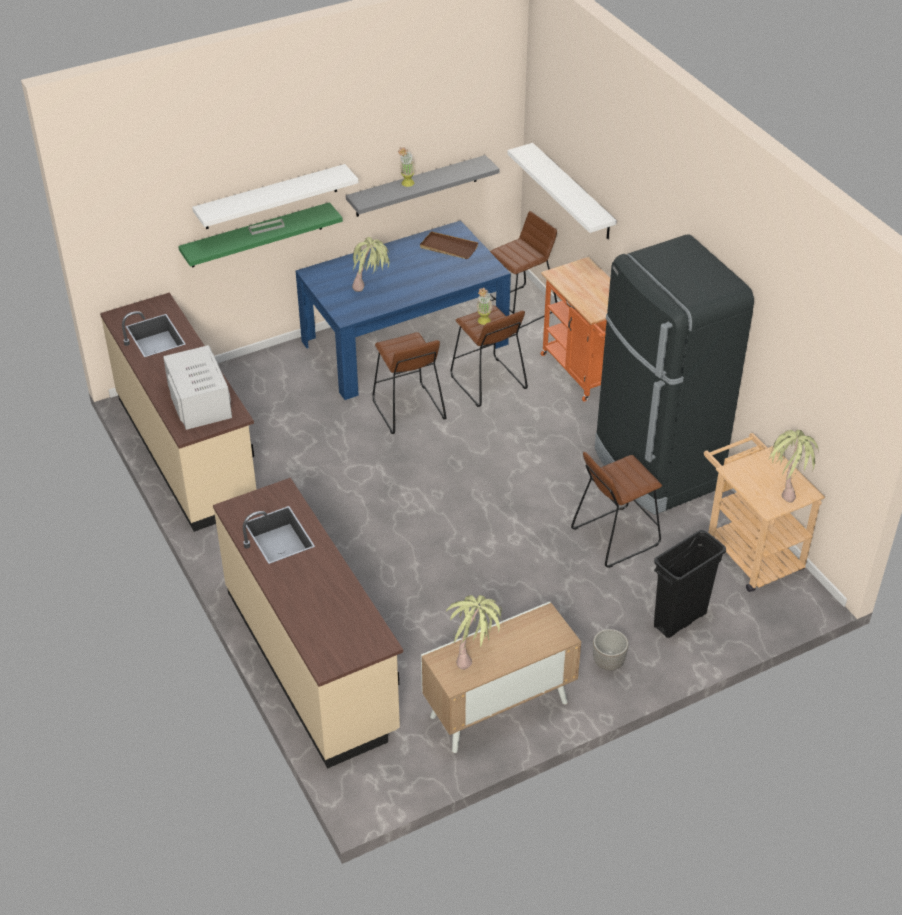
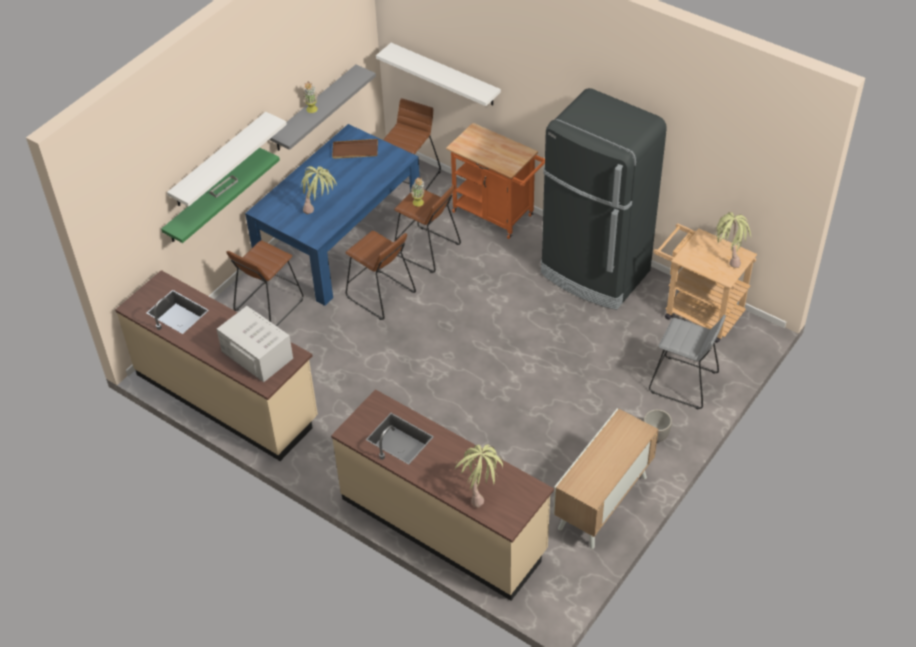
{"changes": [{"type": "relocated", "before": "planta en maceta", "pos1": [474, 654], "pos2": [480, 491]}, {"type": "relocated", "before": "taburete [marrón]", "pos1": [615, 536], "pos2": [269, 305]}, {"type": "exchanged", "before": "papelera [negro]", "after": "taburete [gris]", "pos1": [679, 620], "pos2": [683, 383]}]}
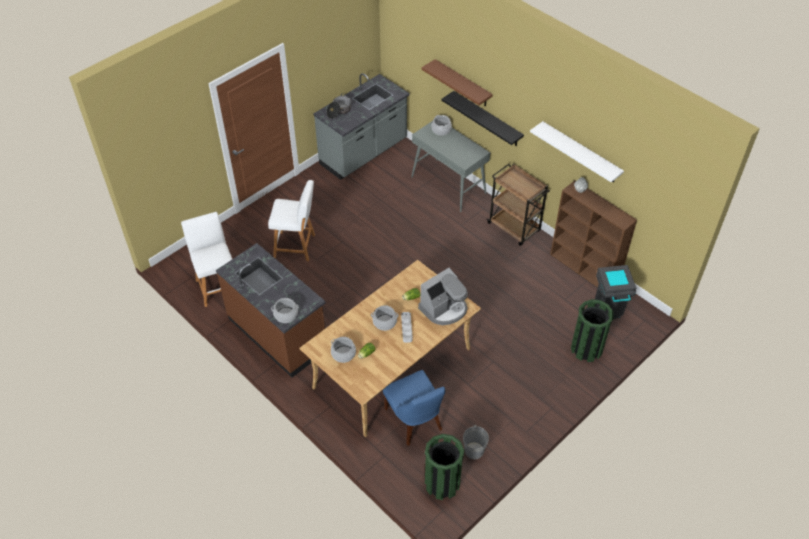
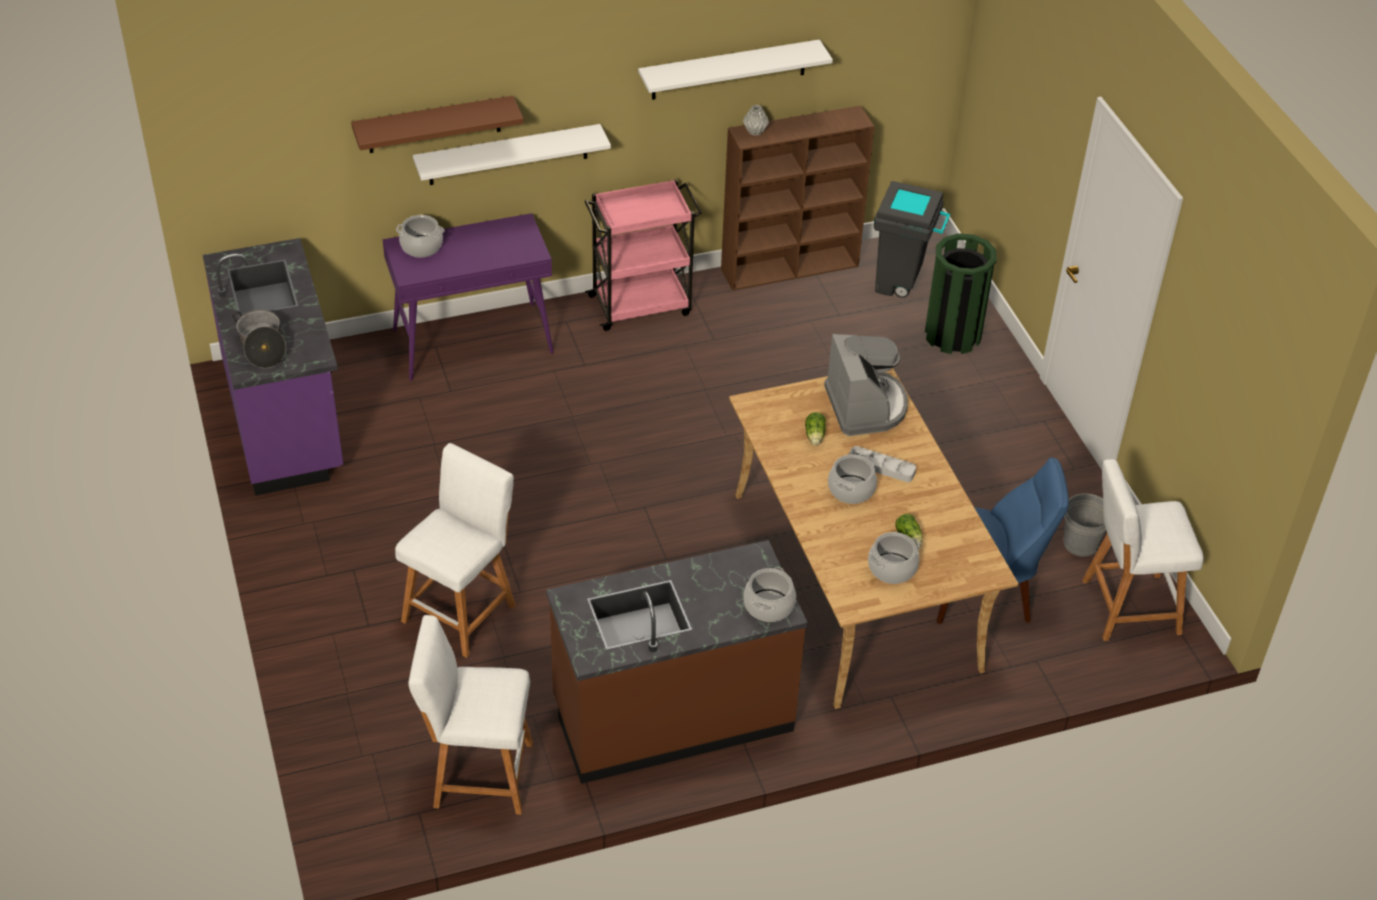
{"changes": [{"type": "exchanged", "before": "papelera [verde]", "after": "taburete [blanco]", "pos1": [442, 483], "pos2": [1125, 607]}, {"type": "colour", "before": "mueble bajo de cocina [gris]", "after": "mueble bajo de cocina [morado]", "pos1": [364, 153], "pos2": [286, 420]}, {"type": "colour", "before": "mesa consola [gris]", "after": "mesa consola [morado]", "pos1": [449, 185], "pos2": [473, 341]}, {"type": "colour", "before": "estante [negro]", "after": "estante [blanco]", "pos1": [487, 119], "pos2": [508, 155]}, {"type": "colour", "before": "carrito [marrón]", "after": "carrito [rosa]", "pos1": [514, 228], "pos2": [642, 305]}]}
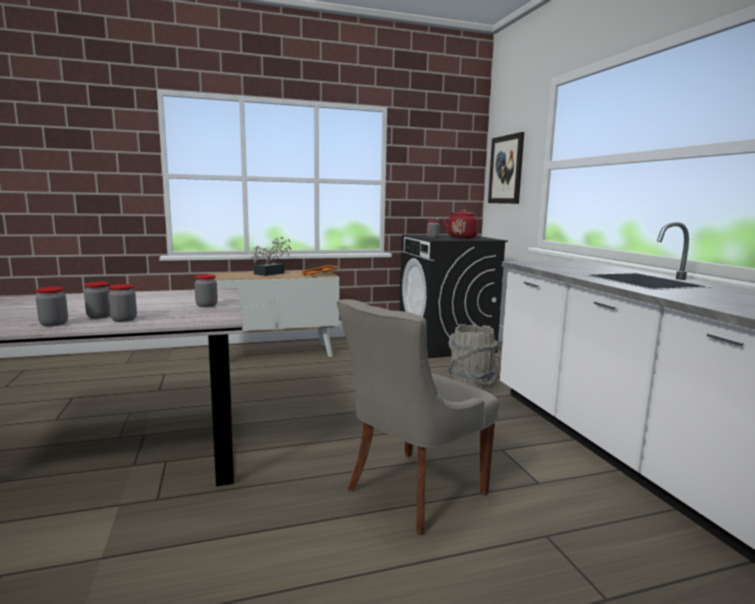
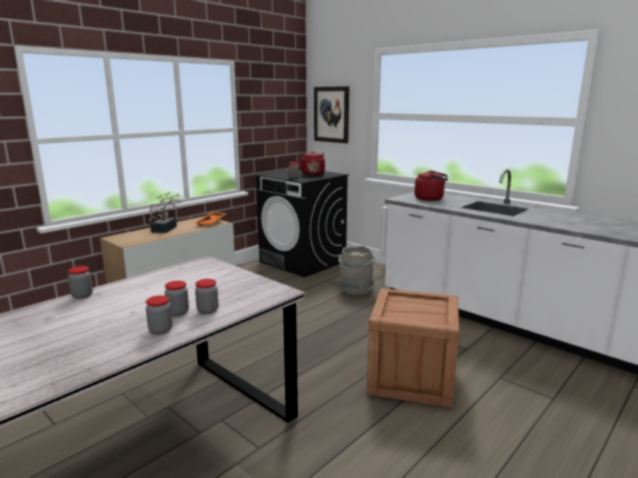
{"changes": [{"type": "appeared", "after": "hervidor [rojo]", "pos2": [431, 199]}, {"type": "relocated", "before": "tarro", "pos1": [206, 305], "pos2": [82, 295]}, {"type": "exchanged", "before": "silla [gris]", "after": "caja de embalaje", "pos1": [412, 491], "pos2": [411, 378]}]}
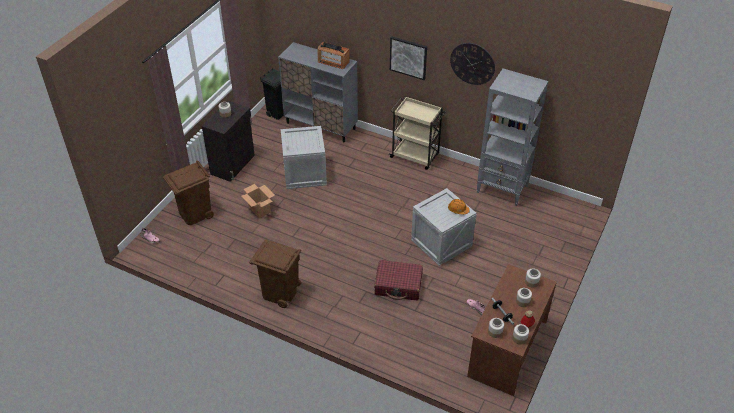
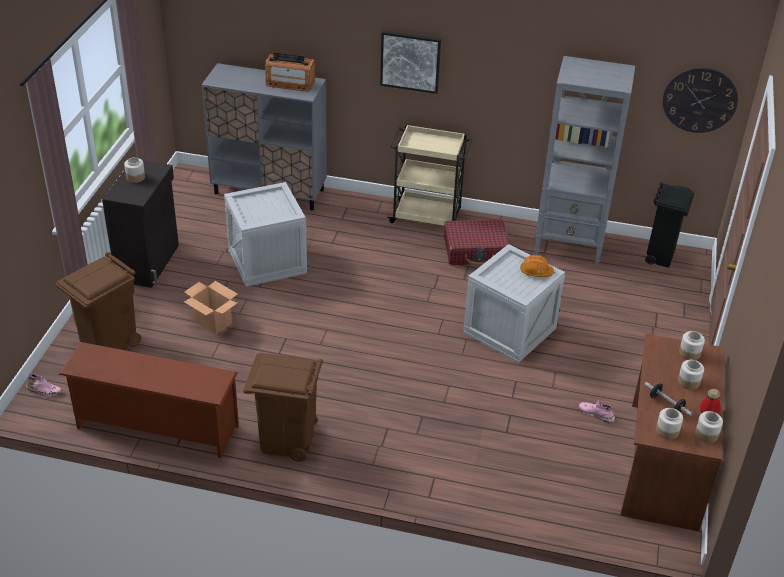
{"changes": [{"type": "appeared", "after": "zapatero [marrón]", "pos2": [156, 428]}, {"type": "relocated", "before": "papelera [negro]", "pos1": [277, 113], "pos2": [660, 257]}, {"type": "relocated", "before": "maleta [rojo]", "pos1": [398, 285], "pos2": [476, 251]}, {"type": "relocated", "before": "reloj de pared", "pos1": [472, 63], "pos2": [700, 100]}]}
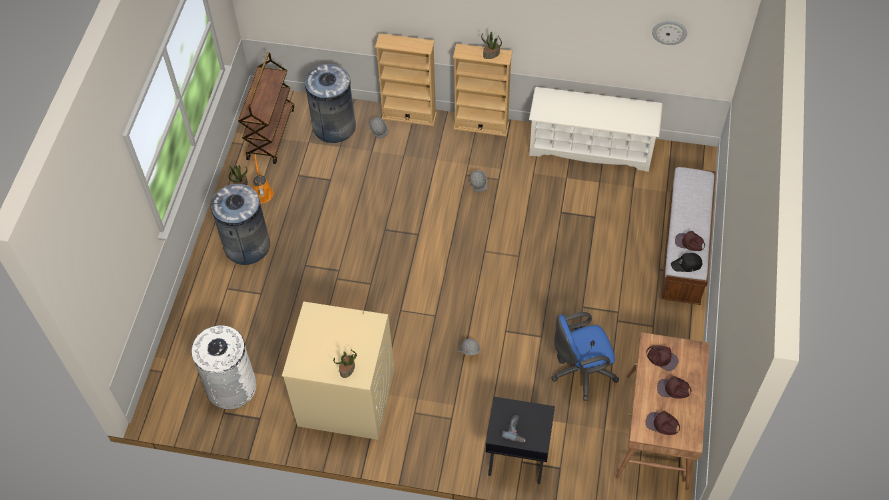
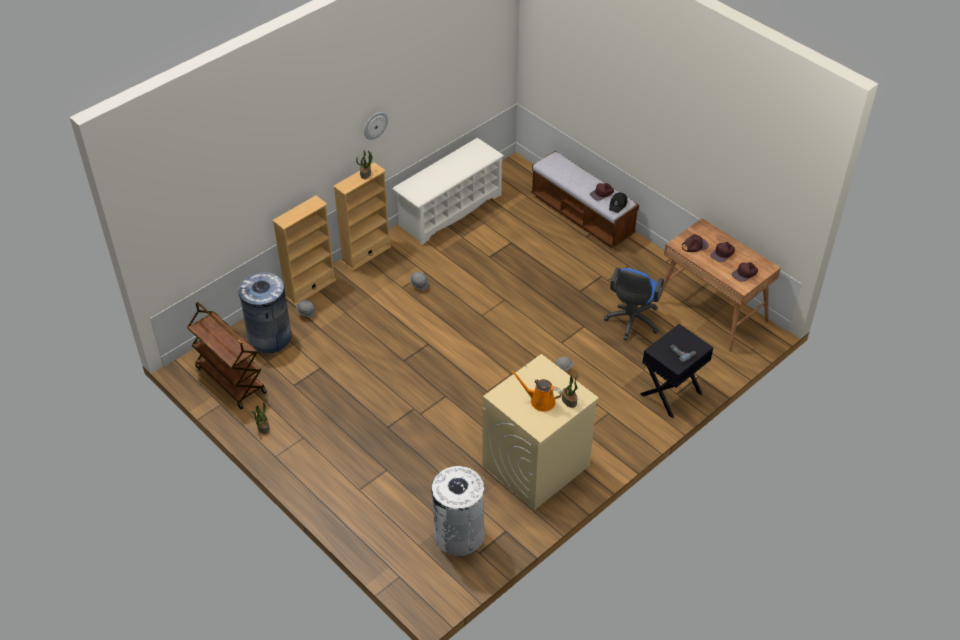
{"changes": [{"type": "missing", "before": "papelera [gris]", "pos1": [247, 246]}, {"type": "relocated", "before": "regadera [naranja]", "pos1": [262, 192], "pos2": [540, 401]}, {"type": "relocated", "before": "reloj de pared", "pos1": [669, 32], "pos2": [375, 125]}]}
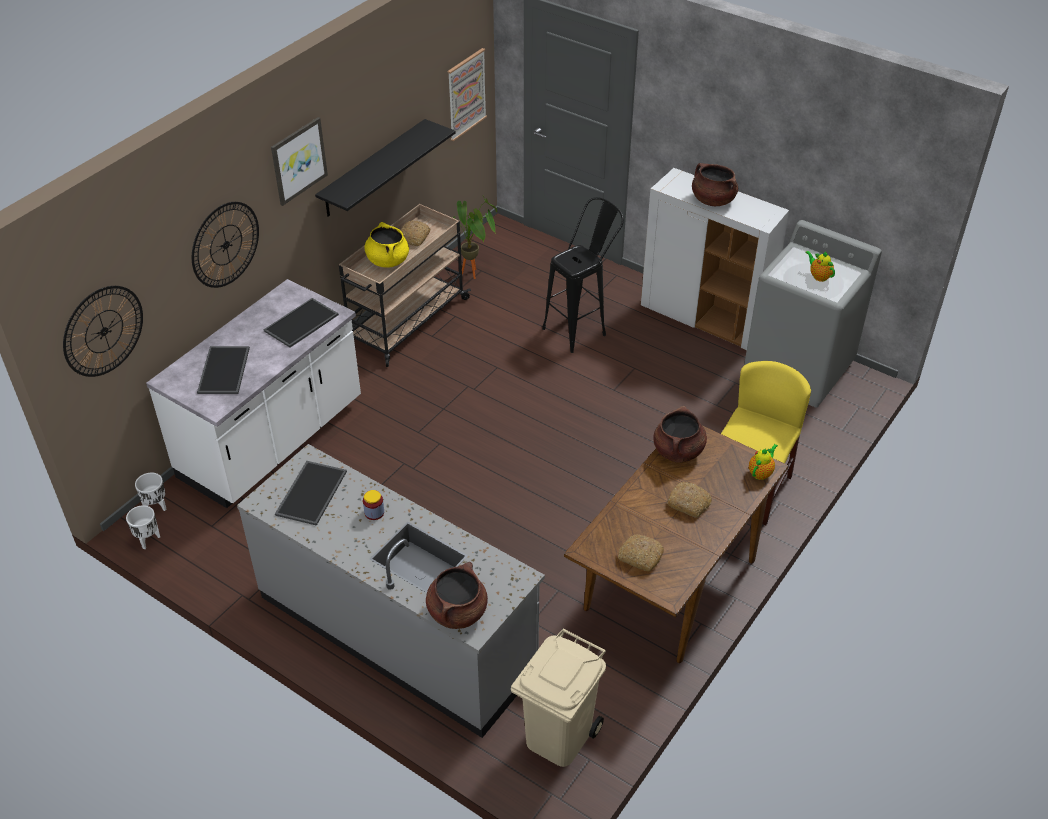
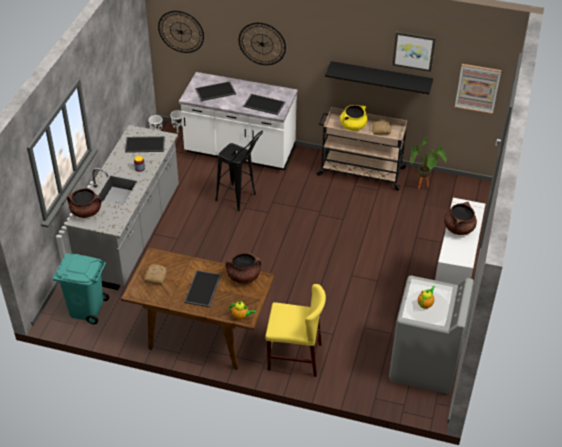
{"changes": [{"type": "relocated", "before": "cuadro", "pos1": [298, 160], "pos2": [413, 51]}, {"type": "relocated", "before": "taburete [negro]", "pos1": [581, 328], "pos2": [240, 200]}, {"type": "exchanged", "before": "pan", "after": "bandeja", "pos1": [689, 503], "pos2": [203, 289]}, {"type": "colour", "before": "papelera [beis]", "after": "papelera [turquesa]", "pos1": [557, 736], "pos2": [87, 309]}]}
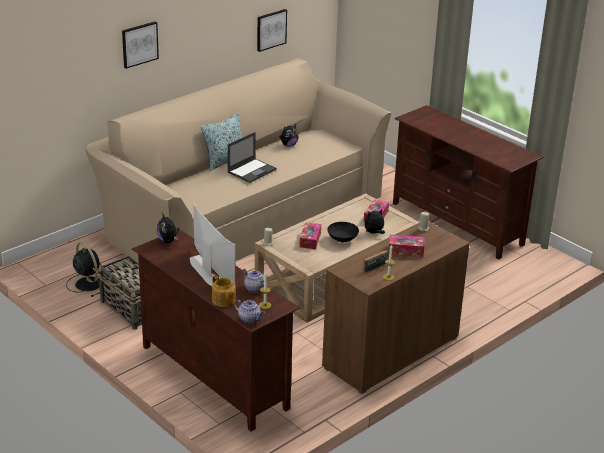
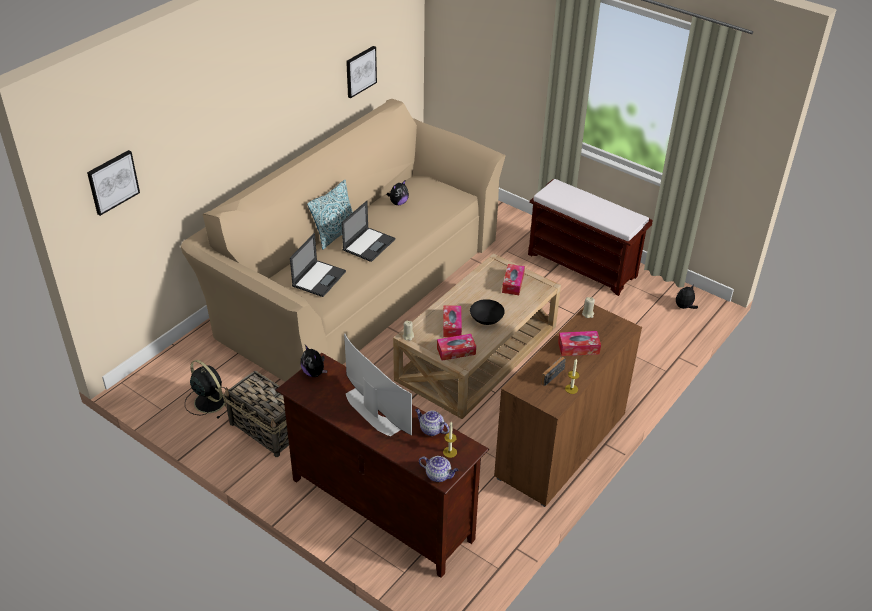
{"changes": [{"type": "missing", "before": "tetera", "pos1": [223, 300]}, {"type": "appeared", "after": "portátil", "pos2": [319, 278]}, {"type": "appeared", "after": "caja de pañuelos", "pos2": [456, 351]}, {"type": "relocated", "before": "cuadro", "pos1": [139, 44], "pos2": [112, 182]}, {"type": "relocated", "before": "peluche", "pos1": [374, 233], "pos2": [684, 307]}, {"type": "exchanged", "before": "mueble de televisión [marrón]", "after": "banco [marrón]", "pos1": [457, 224], "pos2": [583, 265]}]}
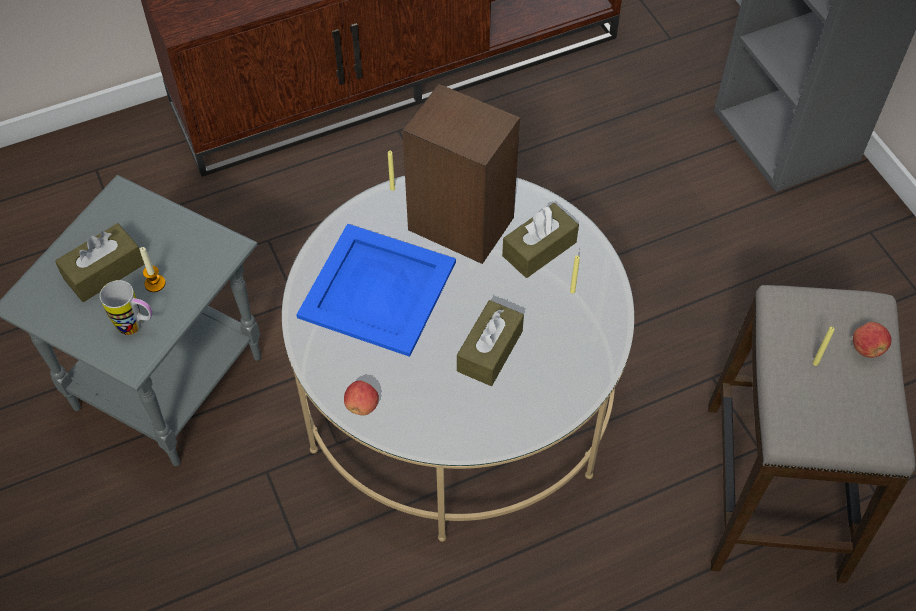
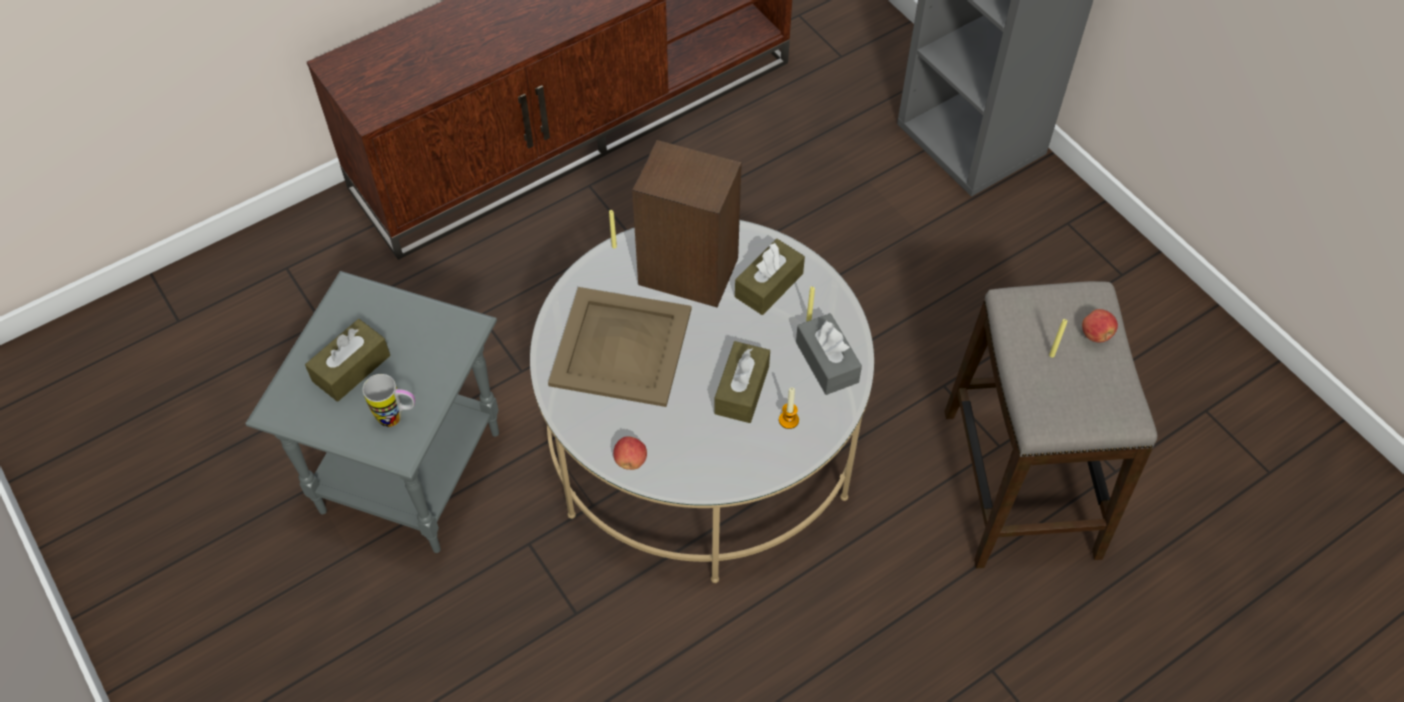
{"changes": [{"type": "appeared", "after": "caja de pañuelos [gris]", "pos2": [827, 362]}, {"type": "relocated", "before": "vela", "pos1": [155, 283], "pos2": [788, 420]}, {"type": "colour", "before": "bandeja [azul]", "after": "bandeja [beis]", "pos1": [377, 288], "pos2": [620, 346]}]}
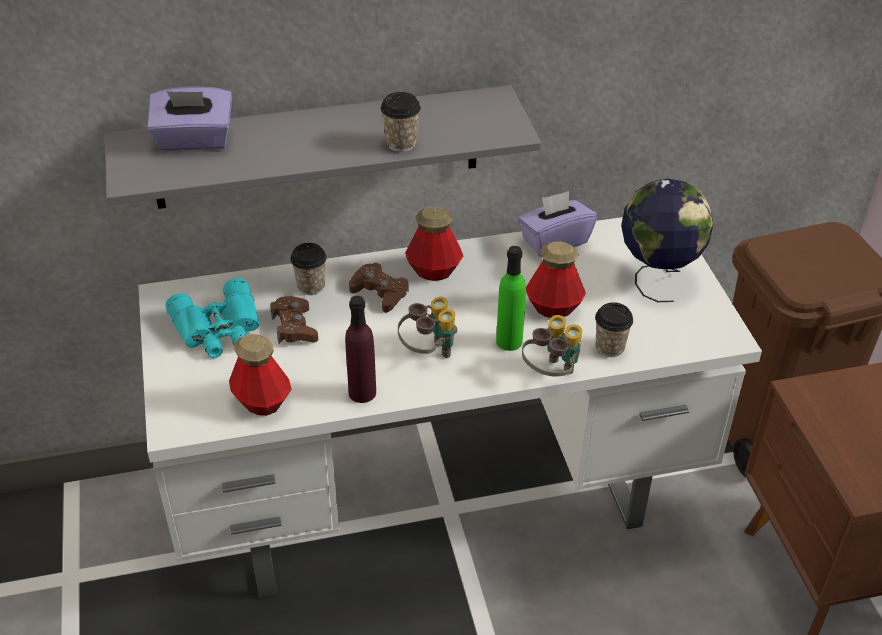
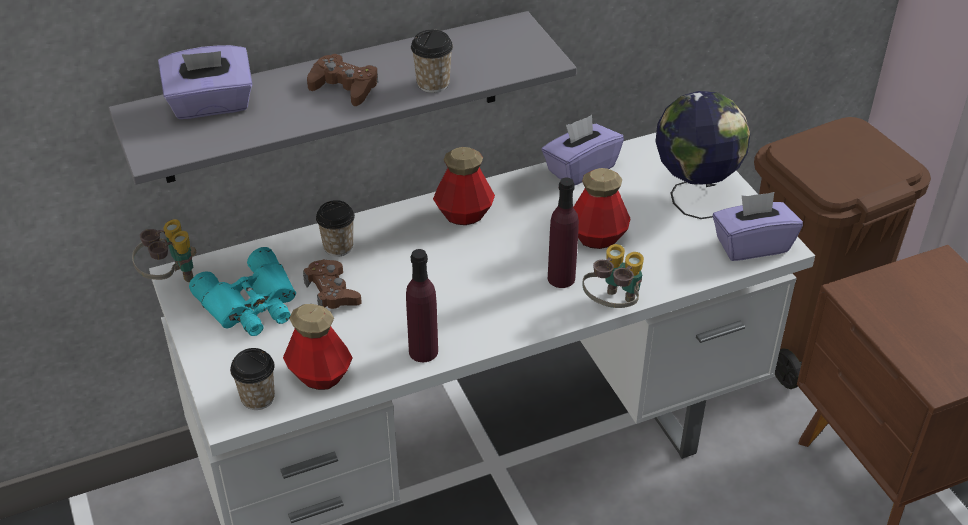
{"changes": [{"type": "appeared", "after": "caja de pañuelos [morado]", "pos2": [751, 245]}, {"type": "relocated", "before": "mando de consola [marrón]", "pos1": [380, 292], "pos2": [344, 87]}, {"type": "relocated", "before": "prismáticos", "pos1": [428, 352], "pos2": [170, 279]}, {"type": "relocated", "before": "taza", "pos1": [610, 347], "pos2": [258, 398]}, {"type": "colour", "before": "botella [verde]", "after": "botella [morado]", "pos1": [509, 341], "pos2": [561, 278]}]}
